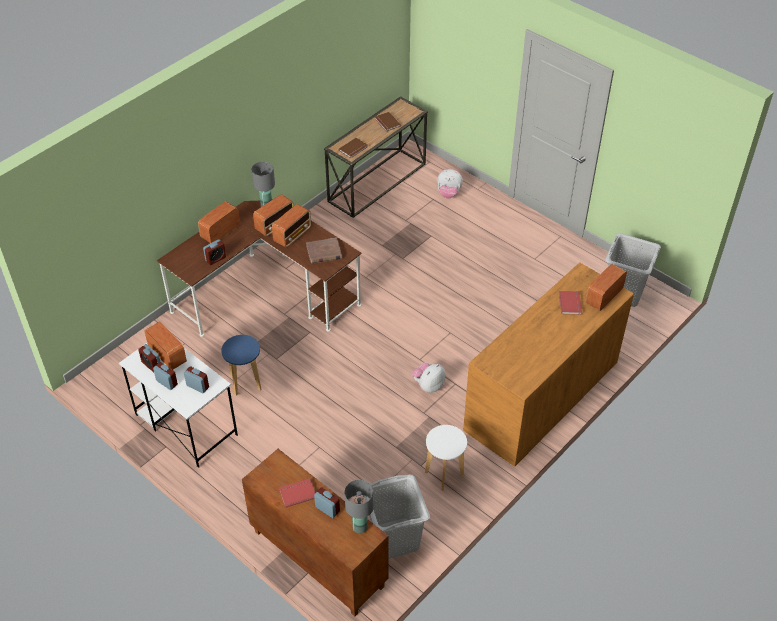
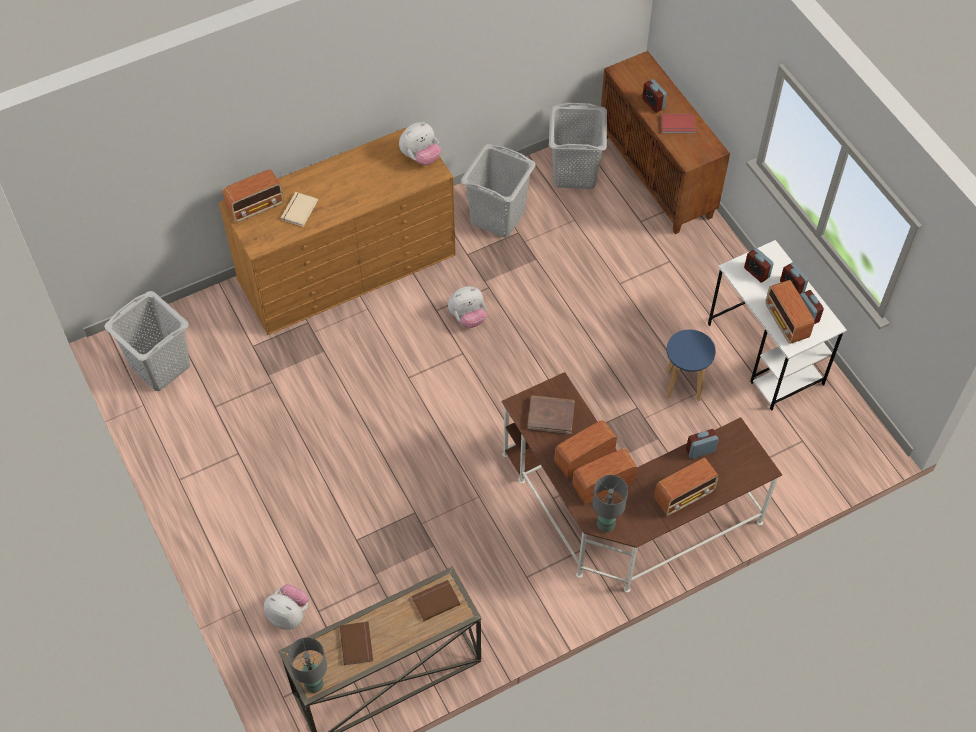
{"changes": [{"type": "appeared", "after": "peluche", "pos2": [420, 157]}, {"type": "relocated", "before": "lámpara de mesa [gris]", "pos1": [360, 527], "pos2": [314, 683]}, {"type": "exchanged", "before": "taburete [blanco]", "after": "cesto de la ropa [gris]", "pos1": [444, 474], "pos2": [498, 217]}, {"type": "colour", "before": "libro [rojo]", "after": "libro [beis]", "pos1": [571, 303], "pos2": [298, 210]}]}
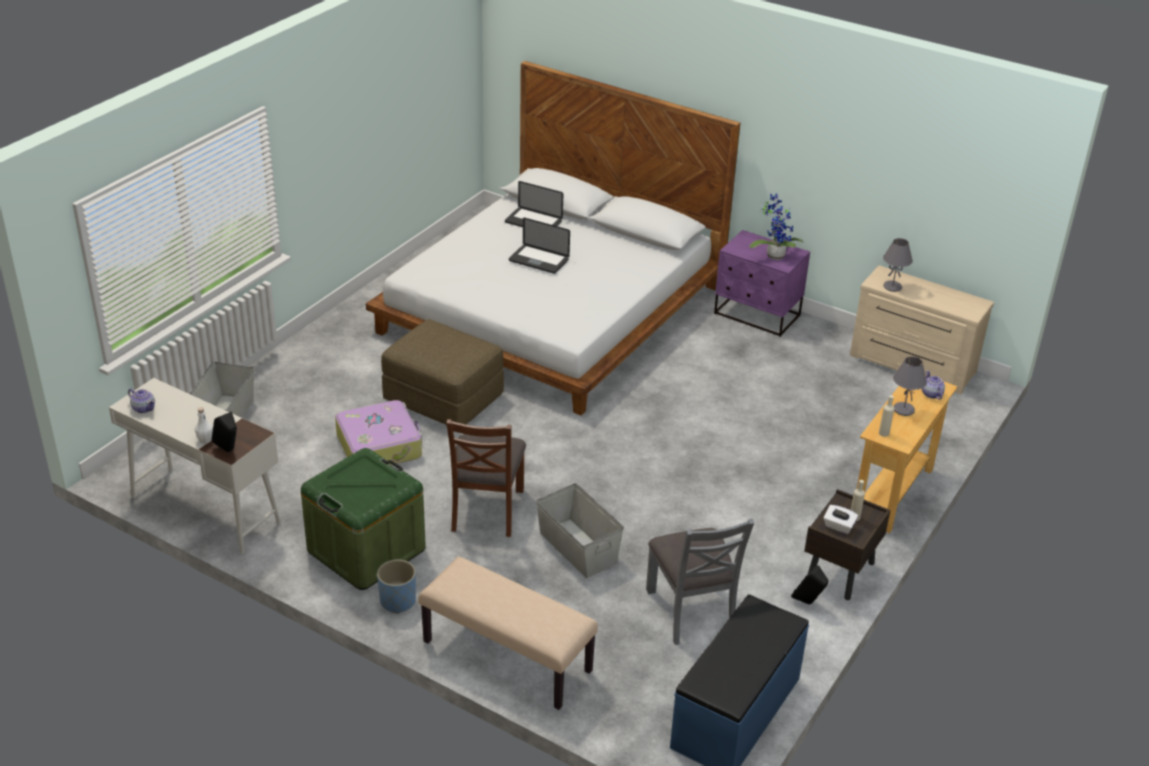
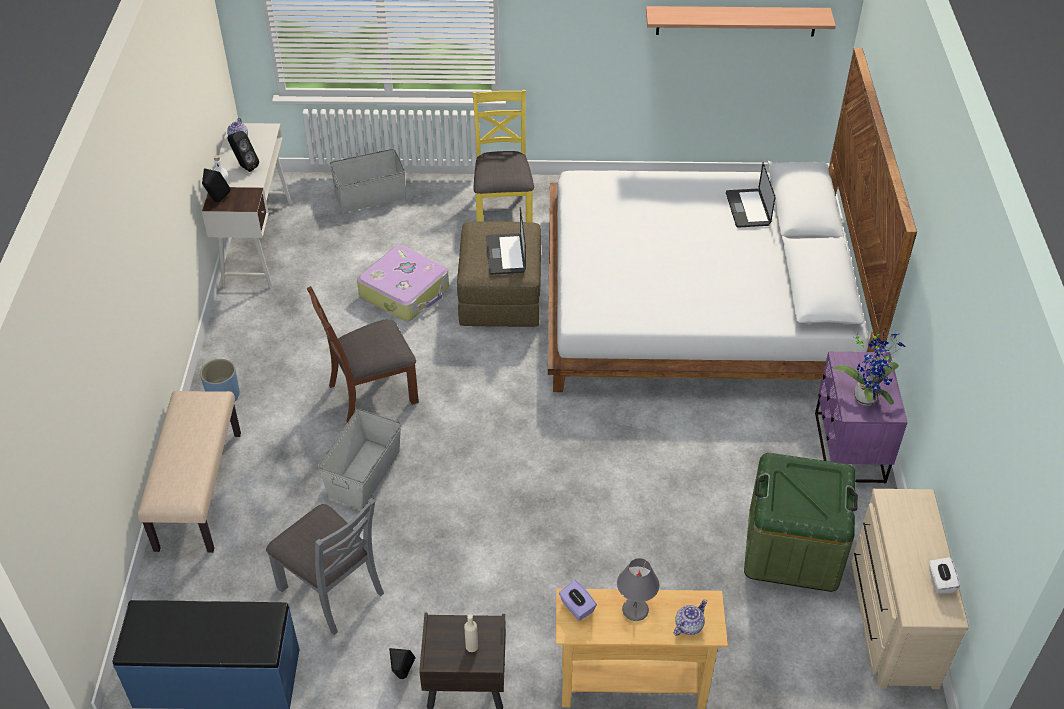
{"changes": [{"type": "missing", "before": "lámpara de mesa [gris]", "pos1": [892, 287]}, {"type": "appeared", "after": "altavoz [negro]", "pos2": [245, 167]}, {"type": "appeared", "after": "silla [amarillo]", "pos2": [503, 209]}, {"type": "appeared", "after": "estante", "pos2": [736, 21]}, {"type": "relocated", "before": "caja de almacenaje [verde]", "pos1": [366, 550], "pos2": [792, 548]}, {"type": "relocated", "before": "portátil", "pos1": [538, 260], "pos2": [505, 255]}, {"type": "relocated", "before": "caja de pañuelos [blanco]", "pos1": [838, 526], "pos2": [940, 582]}, {"type": "exchanged", "before": "botella [beis]", "after": "caja de pañuelos [morado]", "pos1": [884, 433], "pos2": [576, 607]}, {"type": "spun", "before": "silla [gris]", "pos1": [692, 611], "pos2": [332, 590], "turn": -90}]}
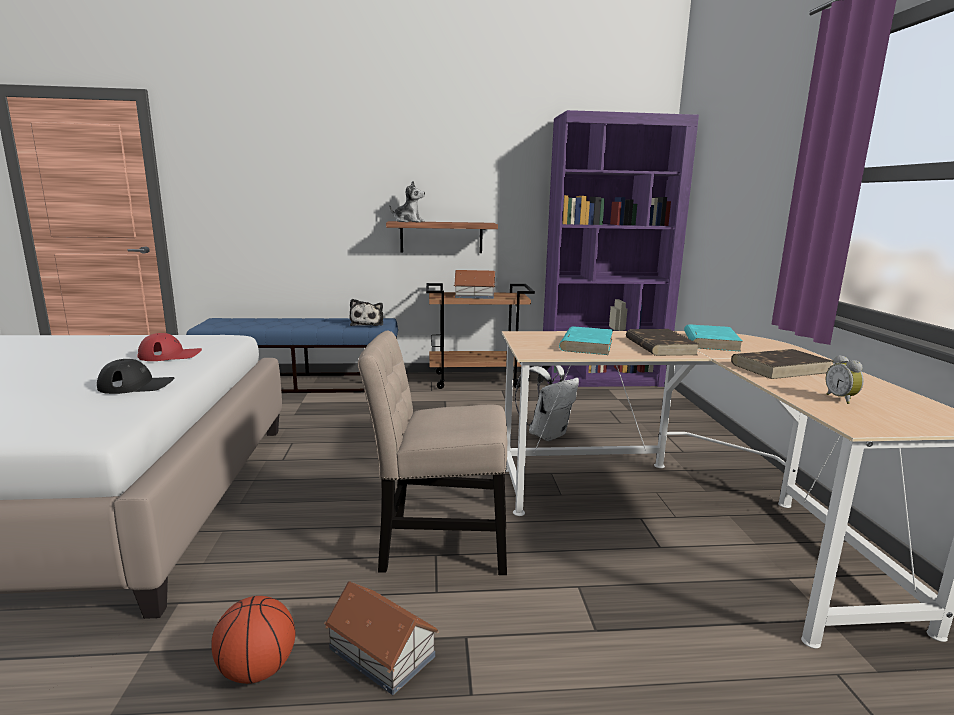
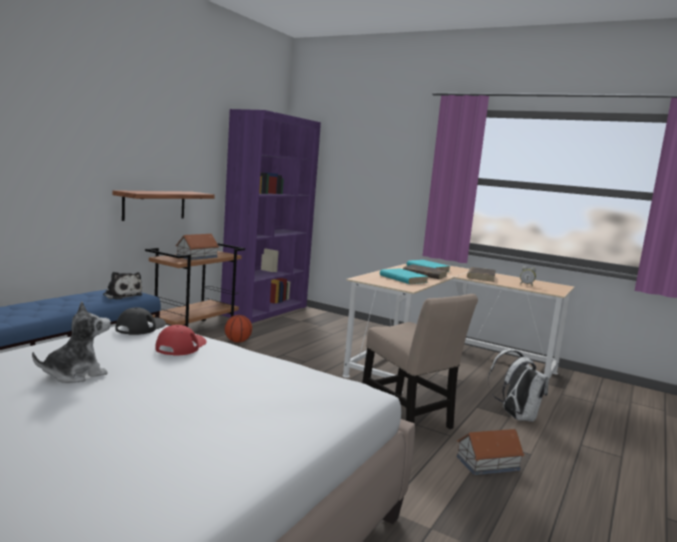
{"changes": [{"type": "relocated", "before": "gorra [negro]", "pos1": [137, 385], "pos2": [141, 327]}, {"type": "relocated", "before": "balón de baloncesto", "pos1": [258, 670], "pos2": [237, 341]}, {"type": "relocated", "before": "peluche", "pos1": [409, 221], "pos2": [75, 374]}, {"type": "relocated", "before": "mochila [blanco]", "pos1": [547, 434], "pos2": [515, 416]}, {"type": "spun", "before": "silla [beis]", "pos1": [438, 545], "pos2": [407, 420], "turn": -75}]}
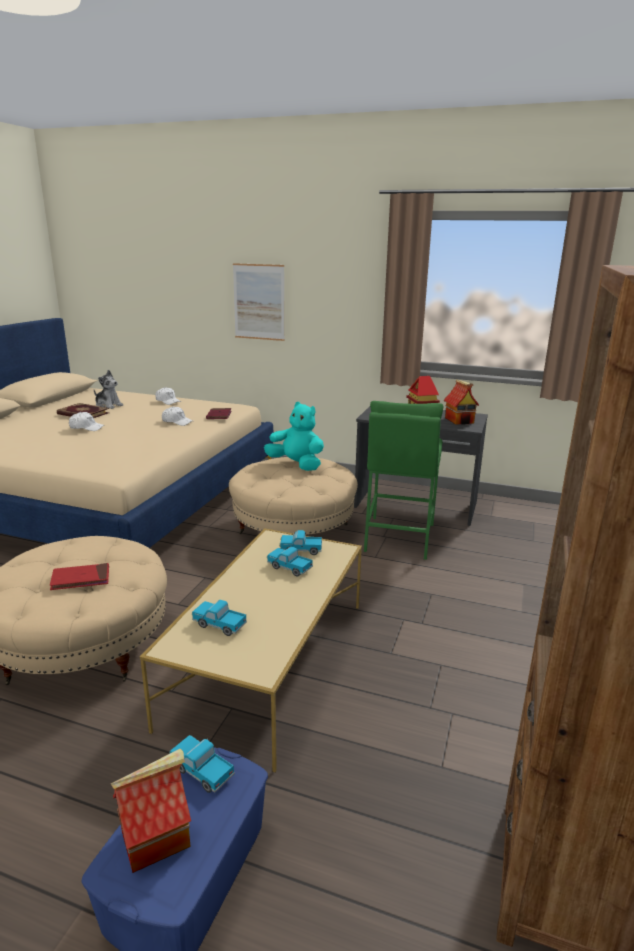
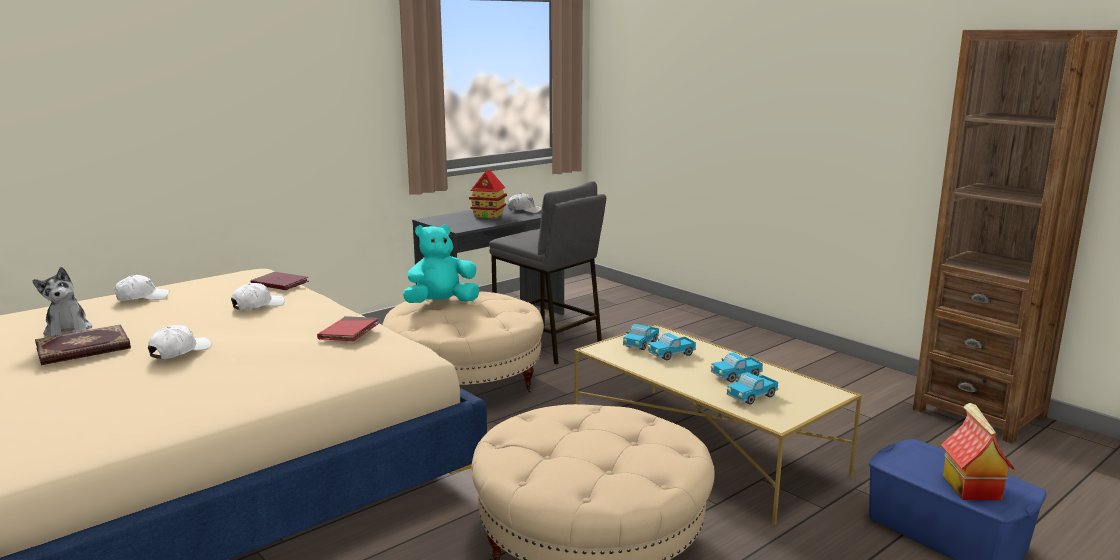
{"changes": [{"type": "missing", "before": "cuadro", "pos1": [259, 302]}, {"type": "relocated", "before": "libro [rojo]", "pos1": [81, 579], "pos2": [349, 332]}, {"type": "relocated", "before": "camión de juguete", "pos1": [201, 771], "pos2": [736, 376]}, {"type": "exchanged", "before": "casita", "after": "gorra [blanco]", "pos1": [460, 420], "pos2": [525, 210]}, {"type": "colour", "before": "taburete [verde]", "after": "taburete [gris]", "pos1": [398, 537], "pos2": [548, 344]}, {"type": "spun", "before": "peluche", "pos1": [108, 405], "pos2": [68, 331], "turn": 90}]}
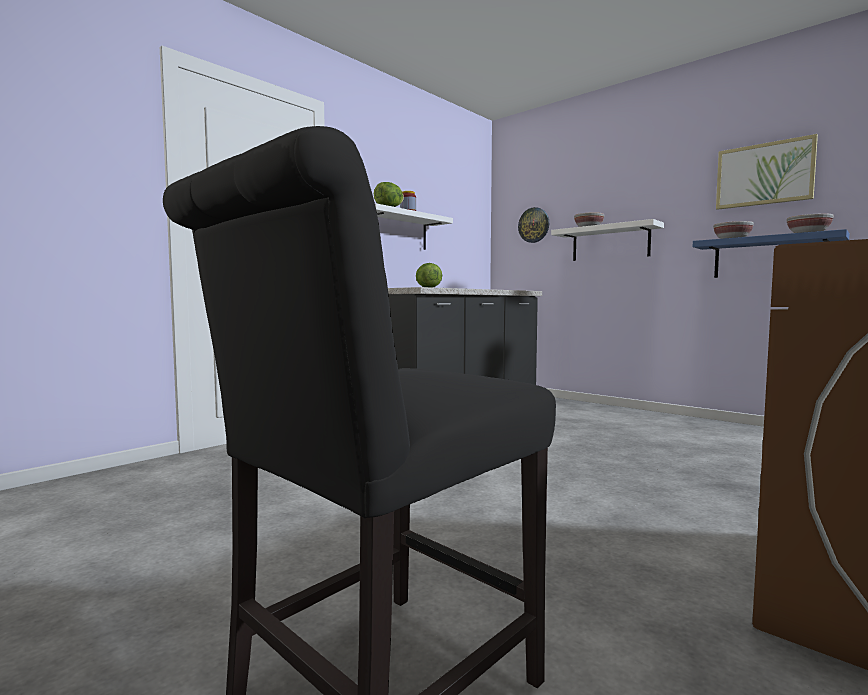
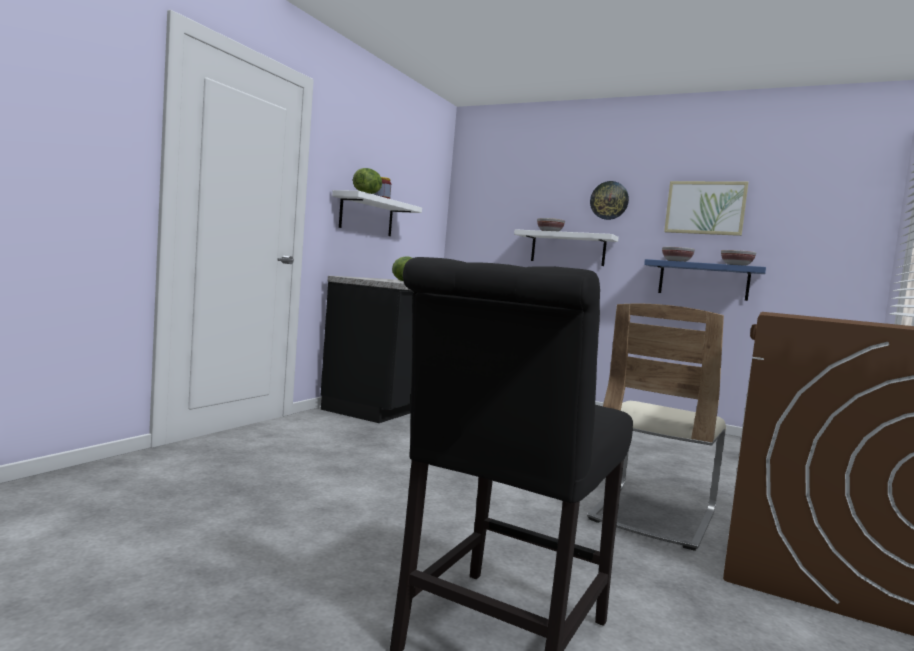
{"changes": [{"type": "appeared", "after": "silla [beis]", "pos2": [652, 515]}, {"type": "relocated", "before": "reloj de pared", "pos1": [534, 225], "pos2": [609, 200]}]}
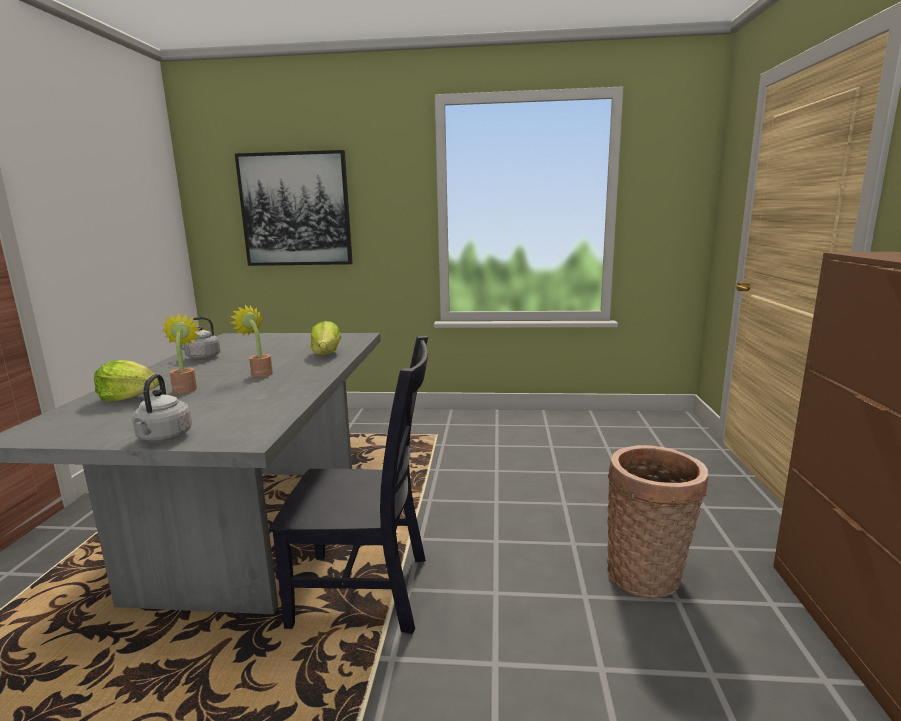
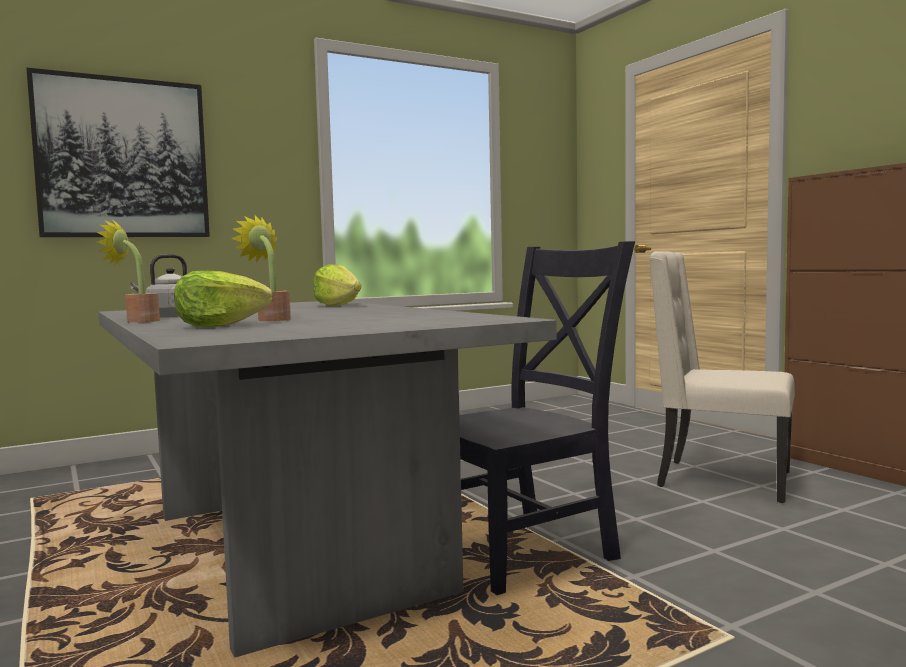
{"changes": [{"type": "missing", "before": "hervidor [gris]", "pos1": [163, 438]}, {"type": "relocated", "before": "planta en maceta", "pos1": [259, 373], "pos2": [137, 321]}, {"type": "exchanged", "before": "cesta", "after": "silla [beis]", "pos1": [648, 575], "pos2": [720, 480]}]}
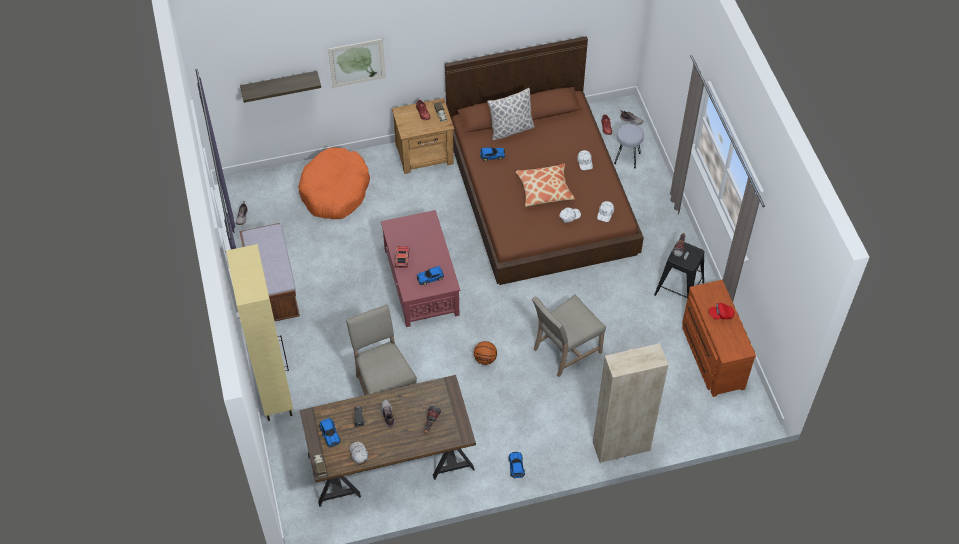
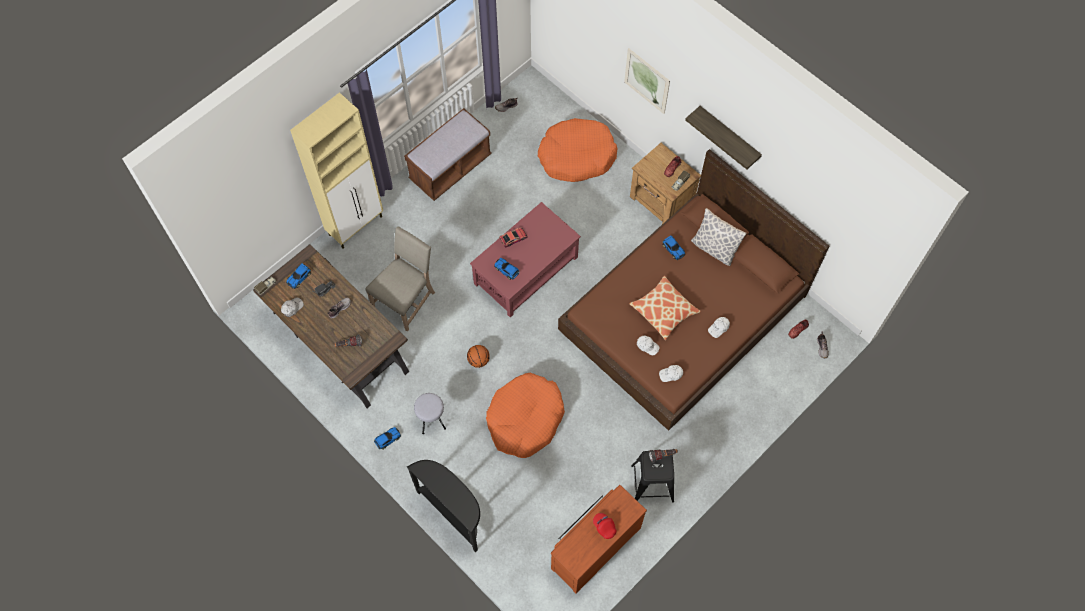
{"changes": [{"type": "relocated", "before": "estante", "pos1": [280, 85], "pos2": [729, 136]}, {"type": "relocated", "before": "taburete [gris]", "pos1": [627, 158], "pos2": [432, 420]}, {"type": "exchanged", "before": "silla [beis]", "after": "cama para perro [naranja]", "pos1": [564, 350], "pos2": [525, 419]}, {"type": "exchanged", "before": "armario [beis]", "after": "mesa consola [negro]", "pos1": [621, 446], "pos2": [454, 514]}]}
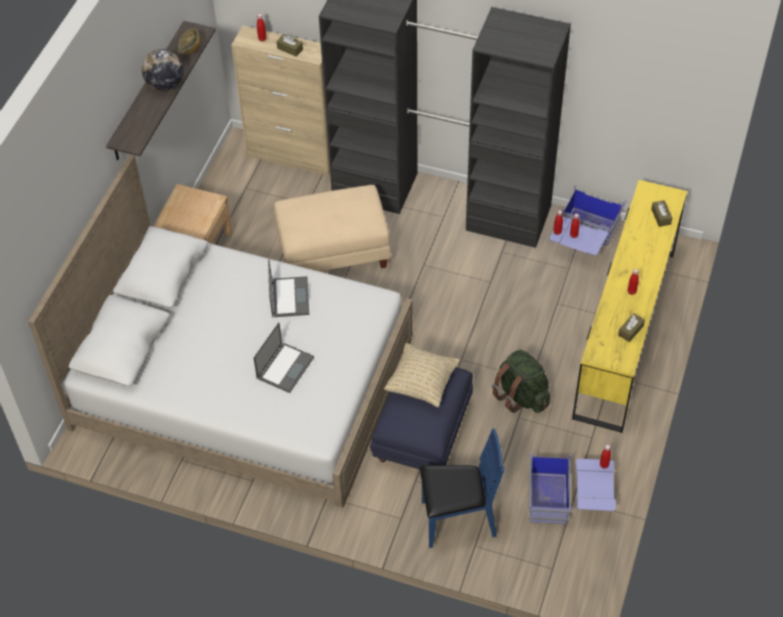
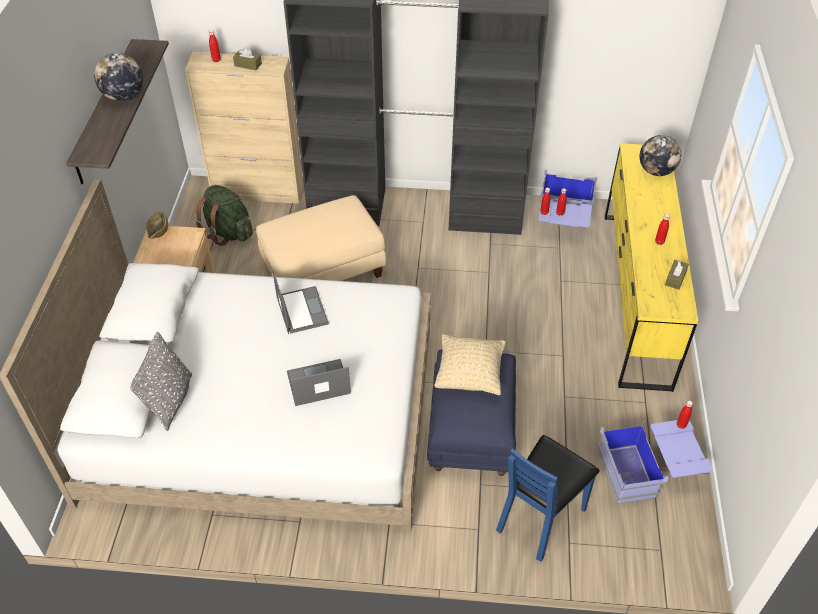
{"changes": [{"type": "appeared", "after": "cojín [gris]", "pos2": [170, 400]}, {"type": "relocated", "before": "cuenco", "pos1": [189, 51], "pos2": [158, 235]}, {"type": "relocated", "before": "mochila [verde]", "pos1": [521, 395], "pos2": [228, 232]}, {"type": "exchanged", "before": "caja de pañuelos [marrón]", "after": "globo terráqueo", "pos1": [661, 216], "pos2": [656, 171]}, {"type": "spun", "before": "portátil", "pos1": [285, 367], "pos2": [317, 383], "turn": -120}, {"type": "spun", "before": "silla [azul]", "pos1": [457, 520], "pos2": [540, 518], "turn": 150}]}
